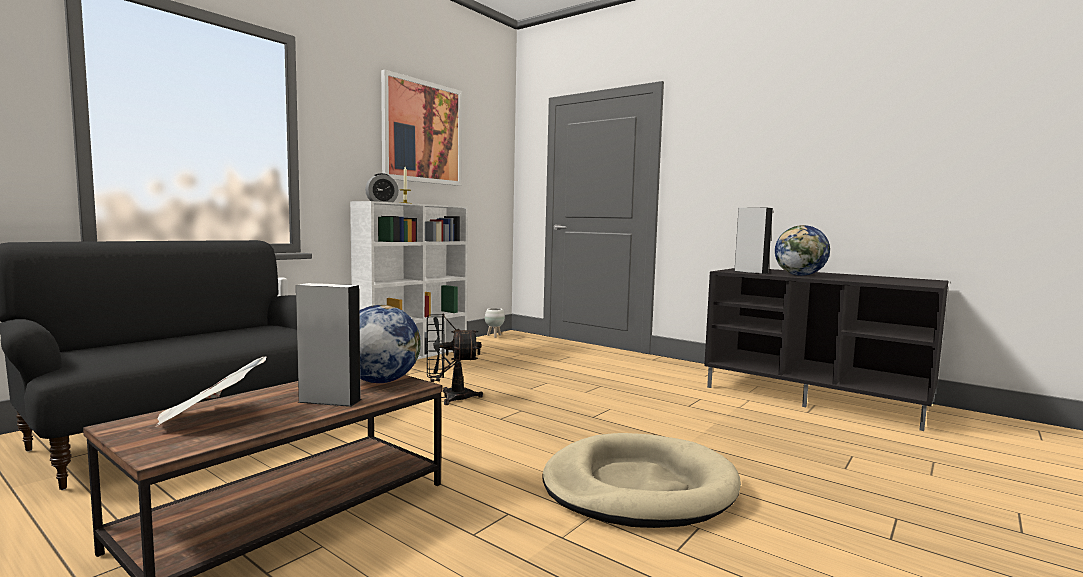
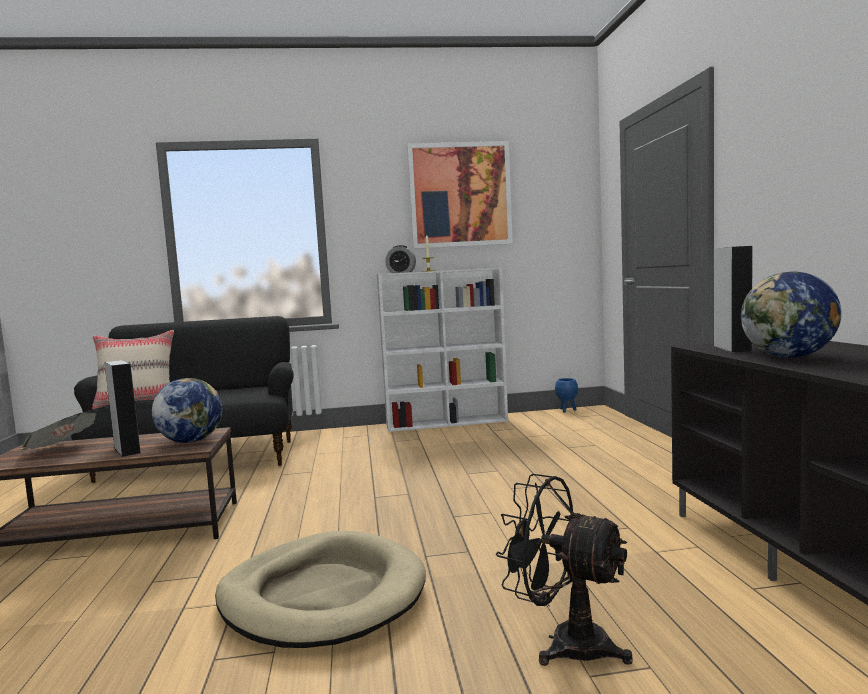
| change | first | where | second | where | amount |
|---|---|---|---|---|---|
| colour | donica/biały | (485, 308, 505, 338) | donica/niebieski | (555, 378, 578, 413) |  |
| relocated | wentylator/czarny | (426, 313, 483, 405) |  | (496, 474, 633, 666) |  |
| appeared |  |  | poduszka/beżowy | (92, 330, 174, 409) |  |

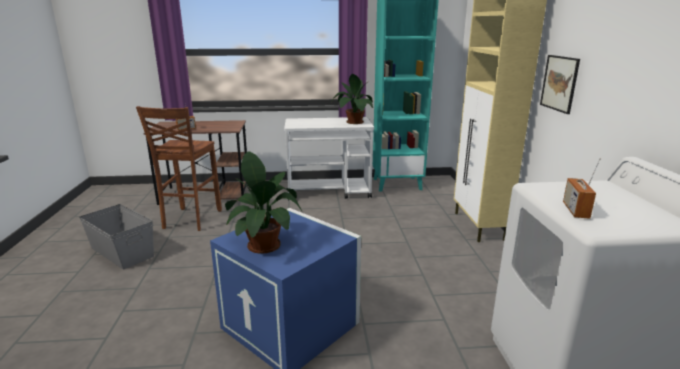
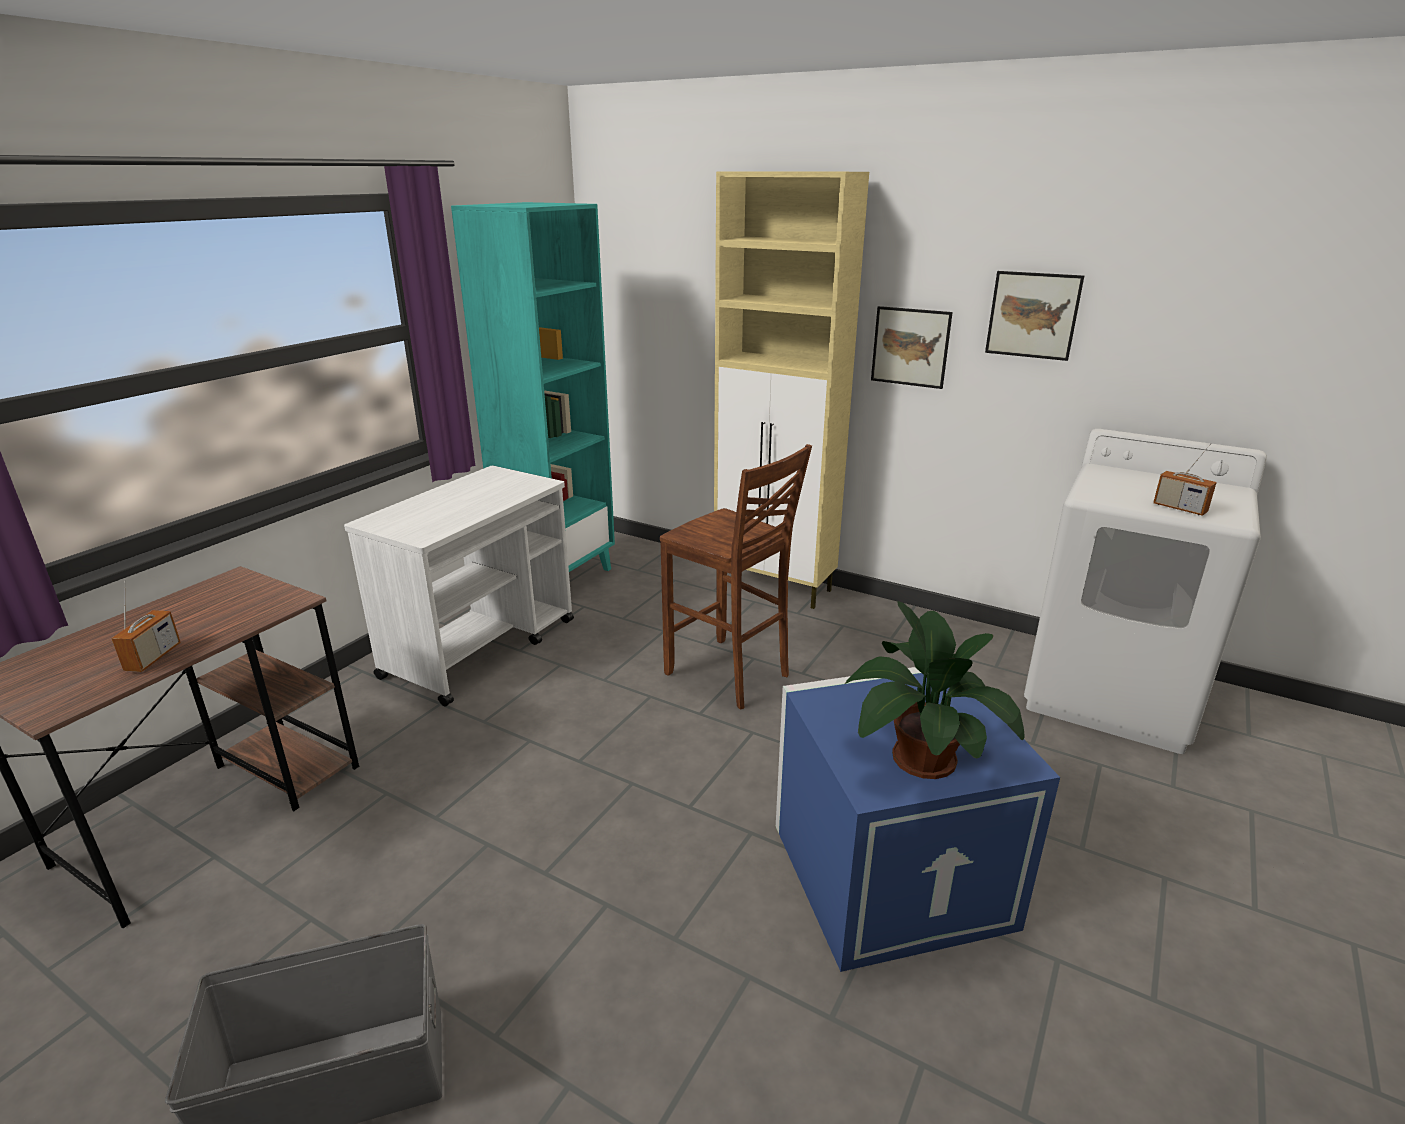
| change | first | where | second | where | amount |
|---|---|---|---|---|---|
| missing | roślina doniczkowa | (332, 74, 373, 124) |  |  |  |
| relocated | stołek/brązowy | (136, 106, 222, 231) |  | (660, 444, 812, 710) |  |
| appeared |  |  | obraz | (985, 271, 1084, 361) |  |

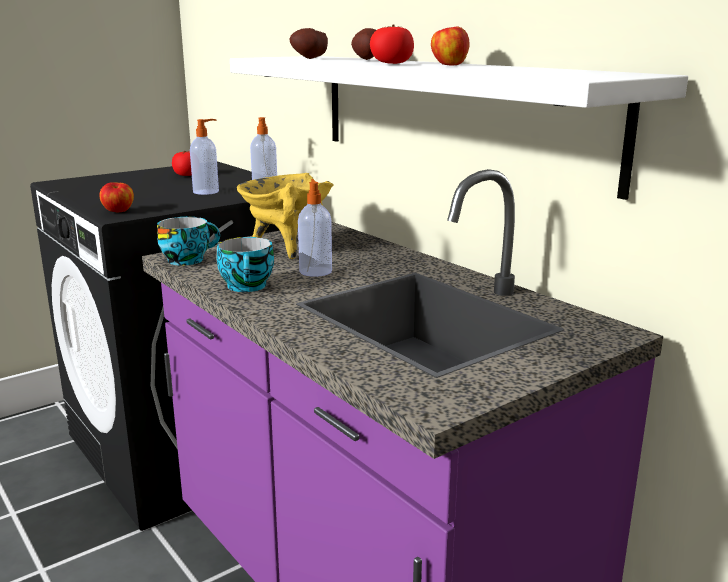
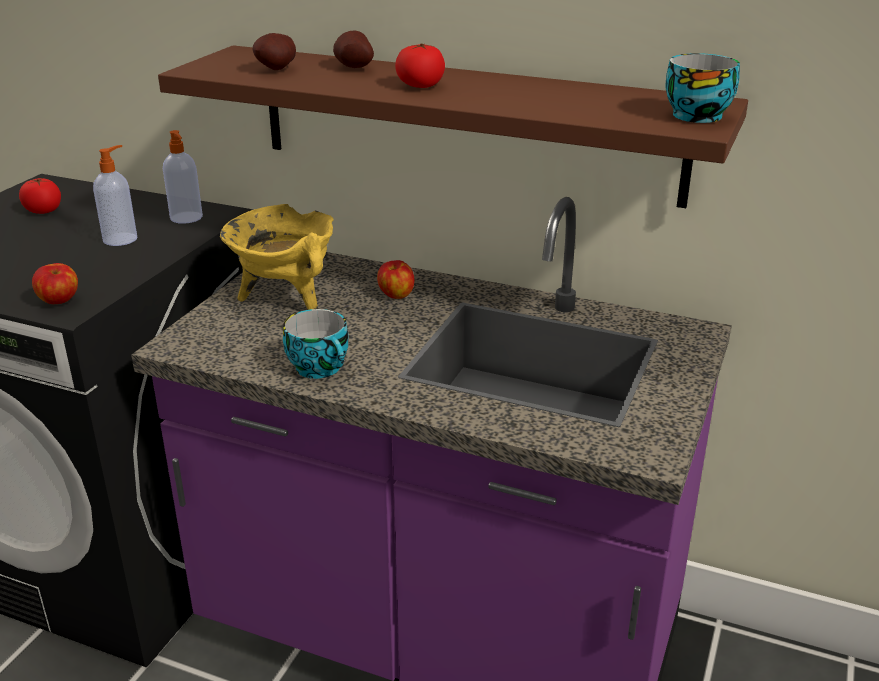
| change | first | where | second | where | amount |
|---|---|---|---|---|---|
| relocated | jabłko | (431, 26, 469, 66) |  | (377, 260, 414, 299) |  |
| colour | półka/biały | (230, 56, 688, 200) | półka/brązowy | (158, 45, 748, 208) |  |
| missing | dozownik mydła | (298, 179, 332, 277) |  |  |  |
| relocated | filiżanka | (157, 217, 220, 266) |  | (665, 53, 740, 123) |  |

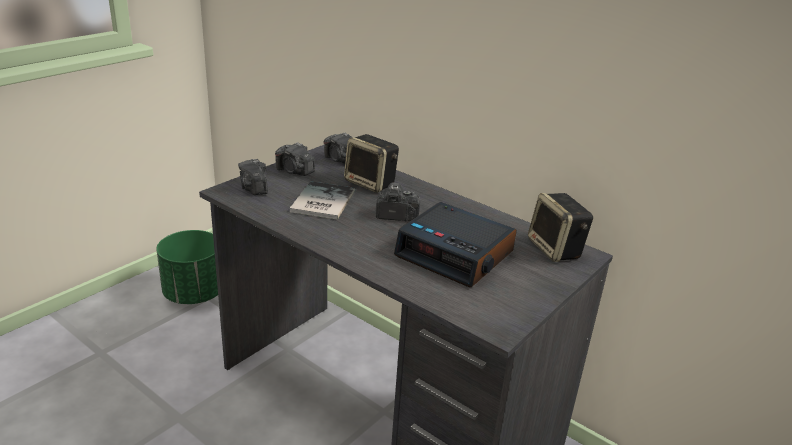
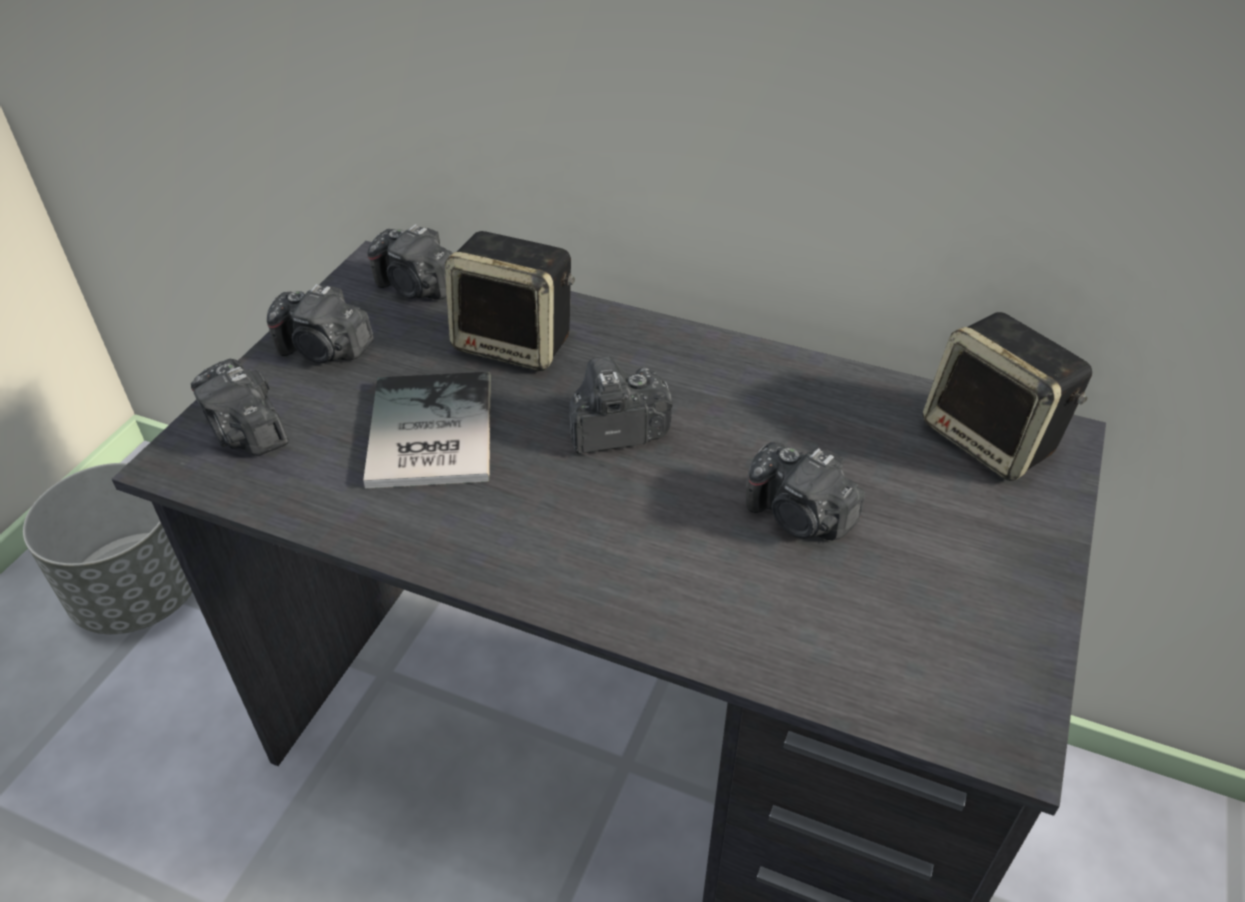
| change | first | where | second | where | amount |
|---|---|---|---|---|---|
| exchanged | budzik | (394, 202, 517, 287) | aparat fotograficzny | (746, 442, 865, 540) |  |
| colour | donica/zielony | (156, 230, 218, 304) | donica/szary | (23, 463, 192, 634) |  |

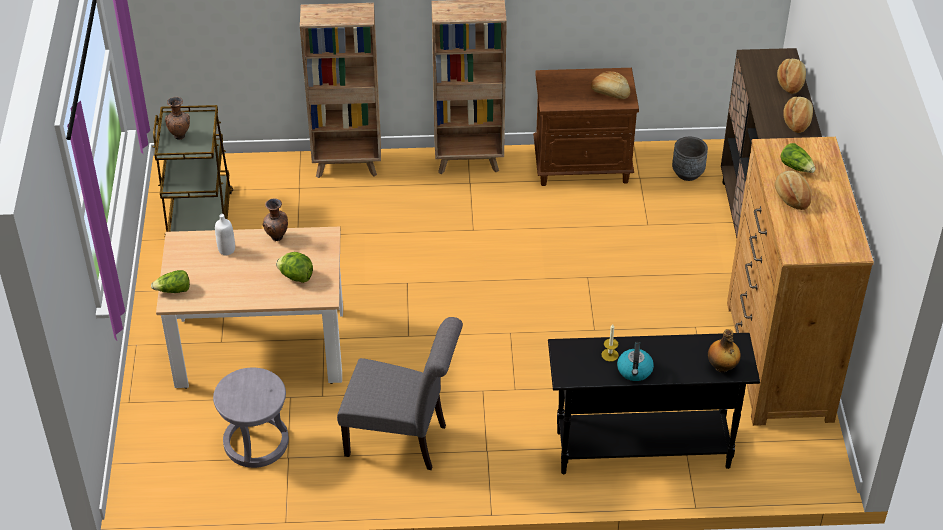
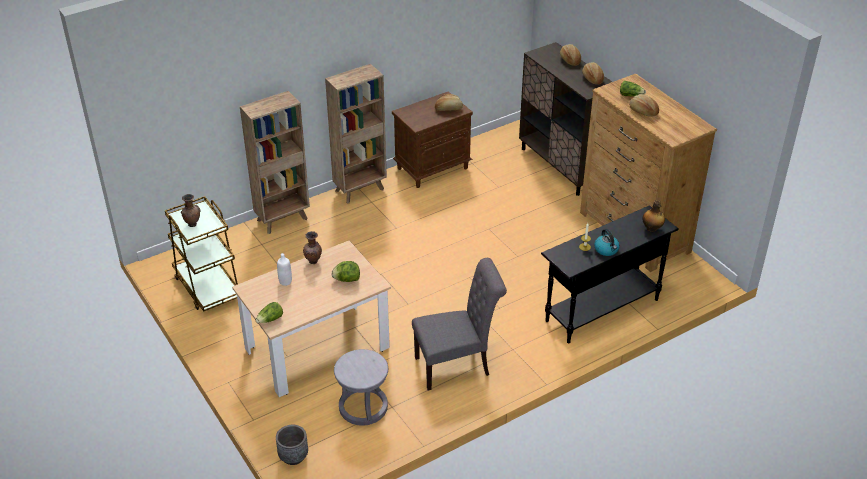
| change | first | where | second | where | amount |
|---|---|---|---|---|---|
| relocated | donica/szary | (672, 137, 708, 181) |  | (276, 425, 308, 465) |  |

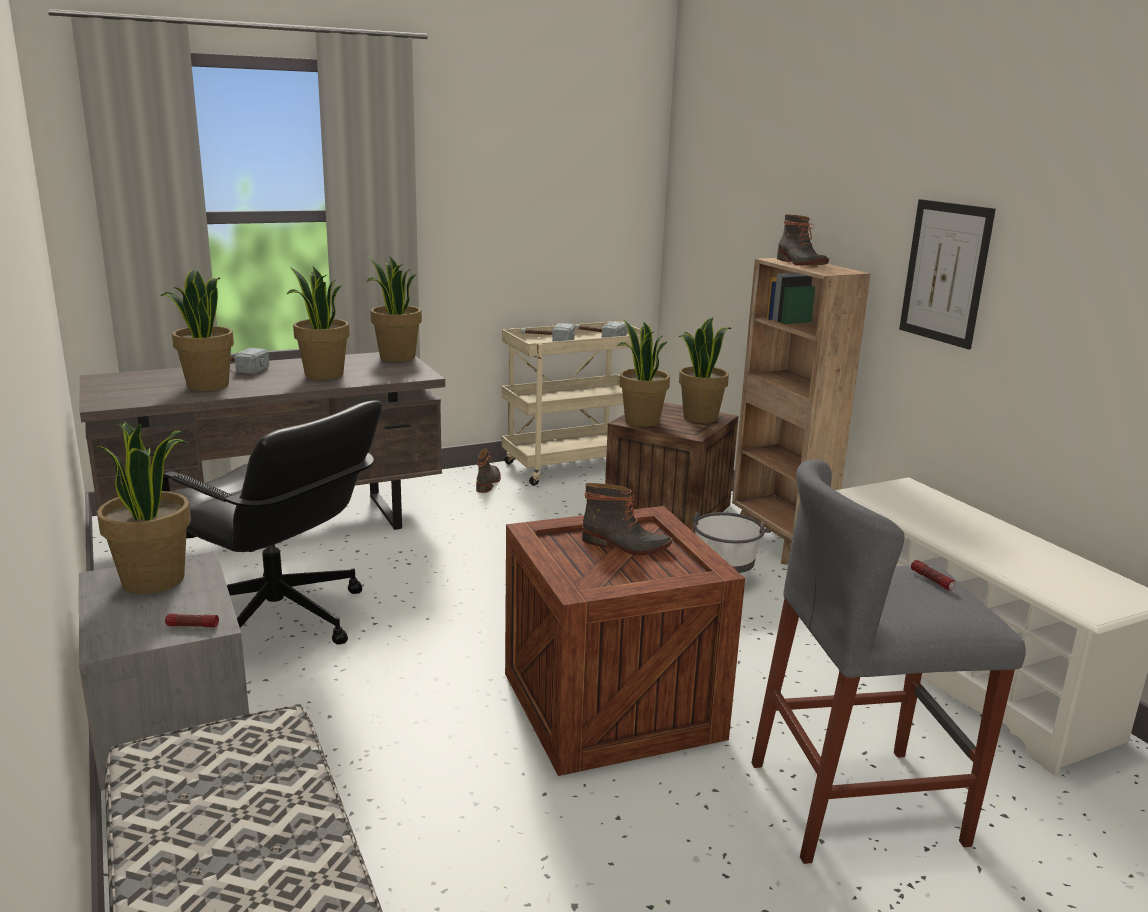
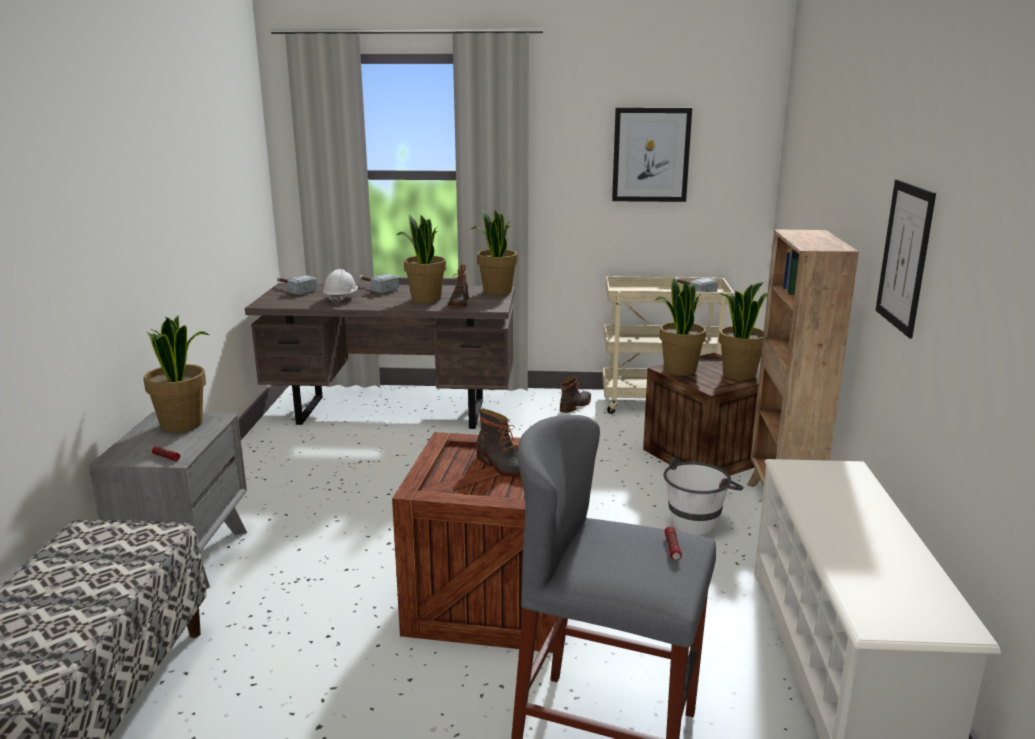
| change | first | where | second | where | amount |
|---|---|---|---|---|---|
| relocated | but z cholewką | (777, 214, 829, 266) |  | (448, 264, 469, 306) |  |
| exchanged | roślina doniczkowa | (160, 269, 234, 391) | kask/biały | (323, 269, 358, 304) |  |
| relocated | młotek | (521, 323, 575, 342) |  | (277, 275, 317, 295) |  |
| missing | krzesło biurowe/czarny | (162, 401, 382, 645) |  |  |  |
| appeared |  |  | obraz | (612, 108, 692, 202) |  |

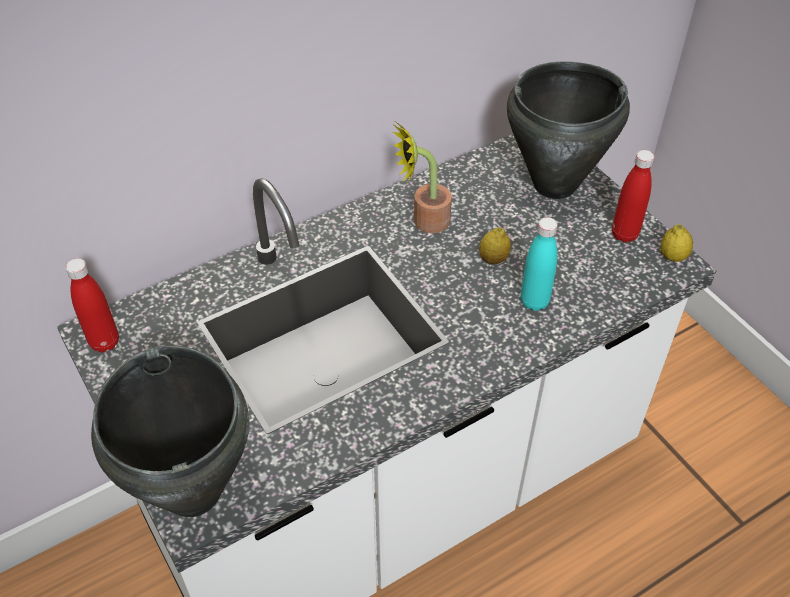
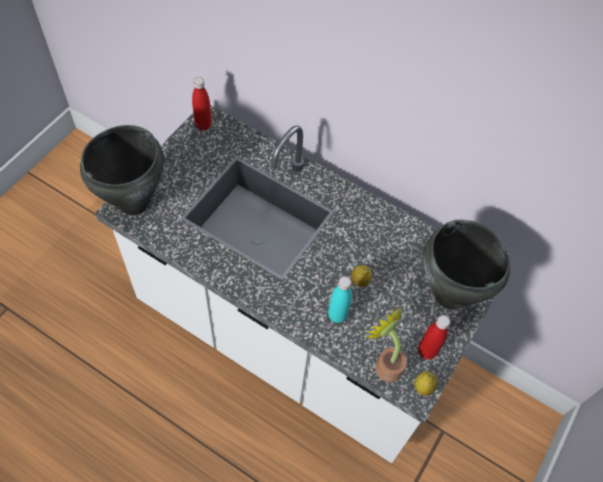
| change | first | where | second | where | amount |
|---|---|---|---|---|---|
| relocated | roślina doniczkowa | (393, 122, 452, 233) |  | (367, 306, 407, 382) |  |

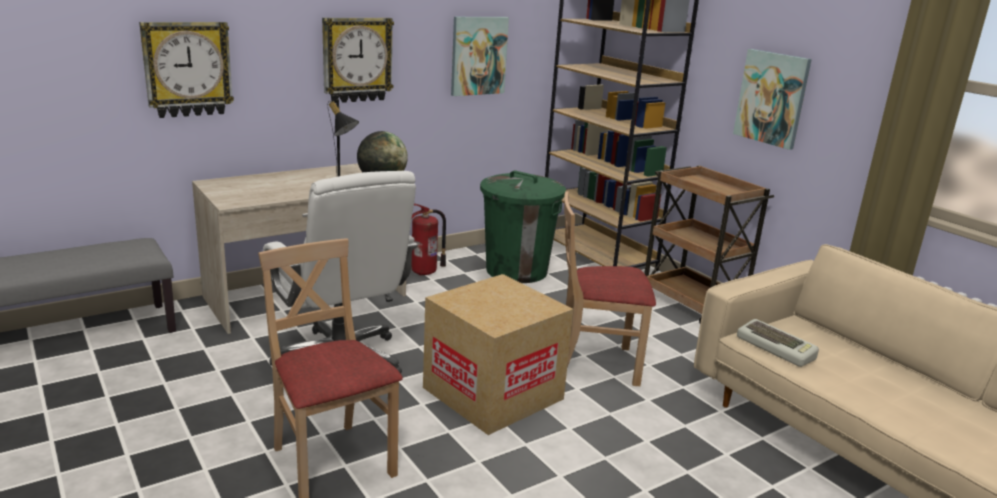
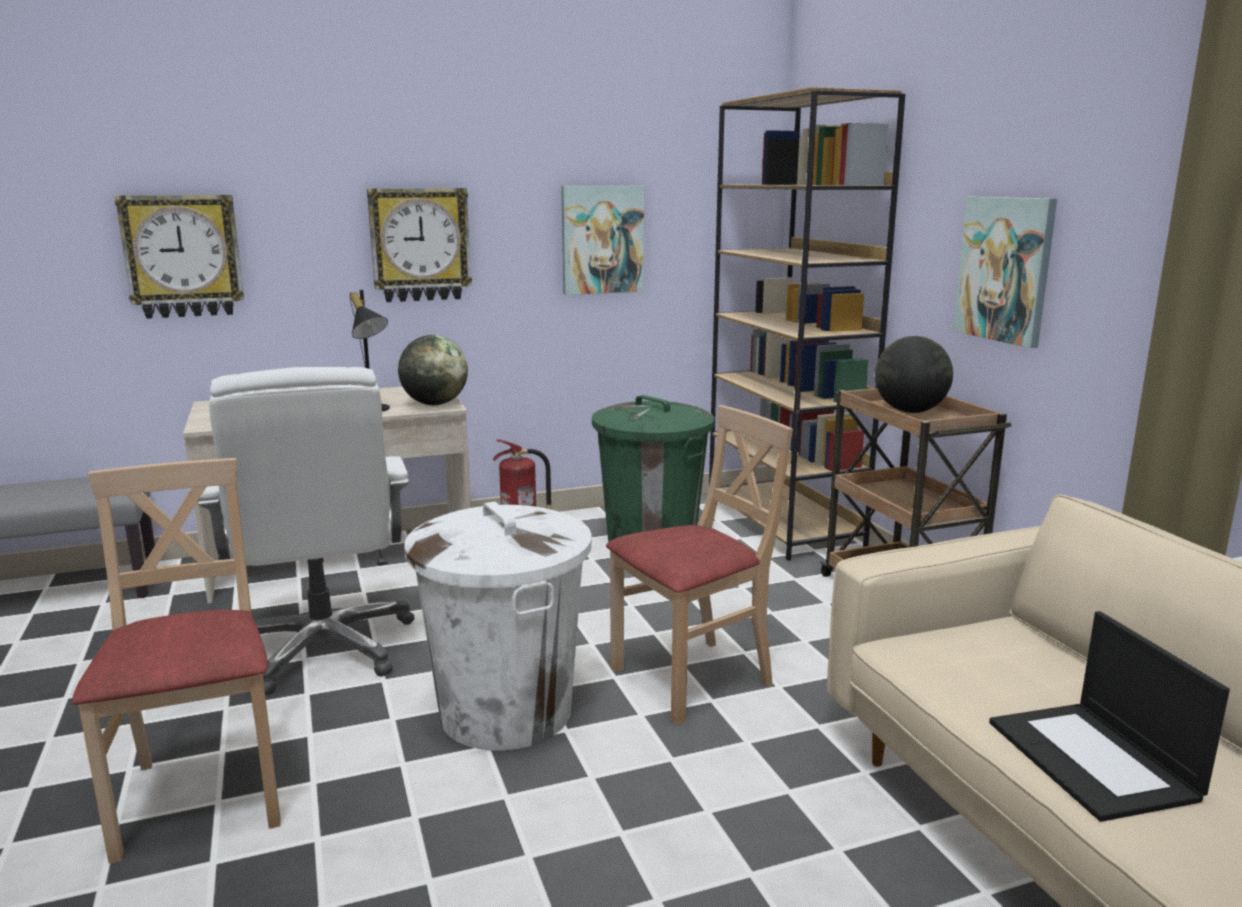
| change | first | where | second | where | amount |
|---|---|---|---|---|---|
| spun | krzesło/beżowy | (564, 192, 656, 386) |  | (606, 405, 793, 725) | 135 degrees clockwise |
| exchanged | karton | (423, 274, 573, 435) | kosz na śmieci/biały | (404, 502, 592, 750) |  |
| missing | klawiatura | (737, 319, 819, 367) |  |  |  |
| appeared |  |  | globus | (875, 336, 953, 413) |  |
| appeared |  |  | laptop | (989, 611, 1230, 822) |  |

